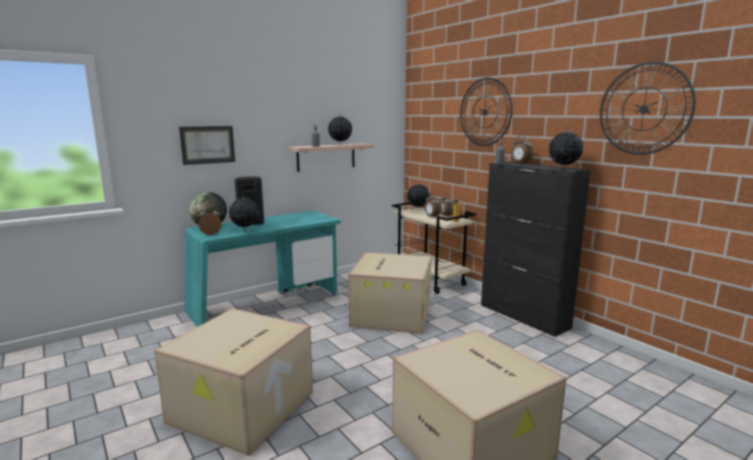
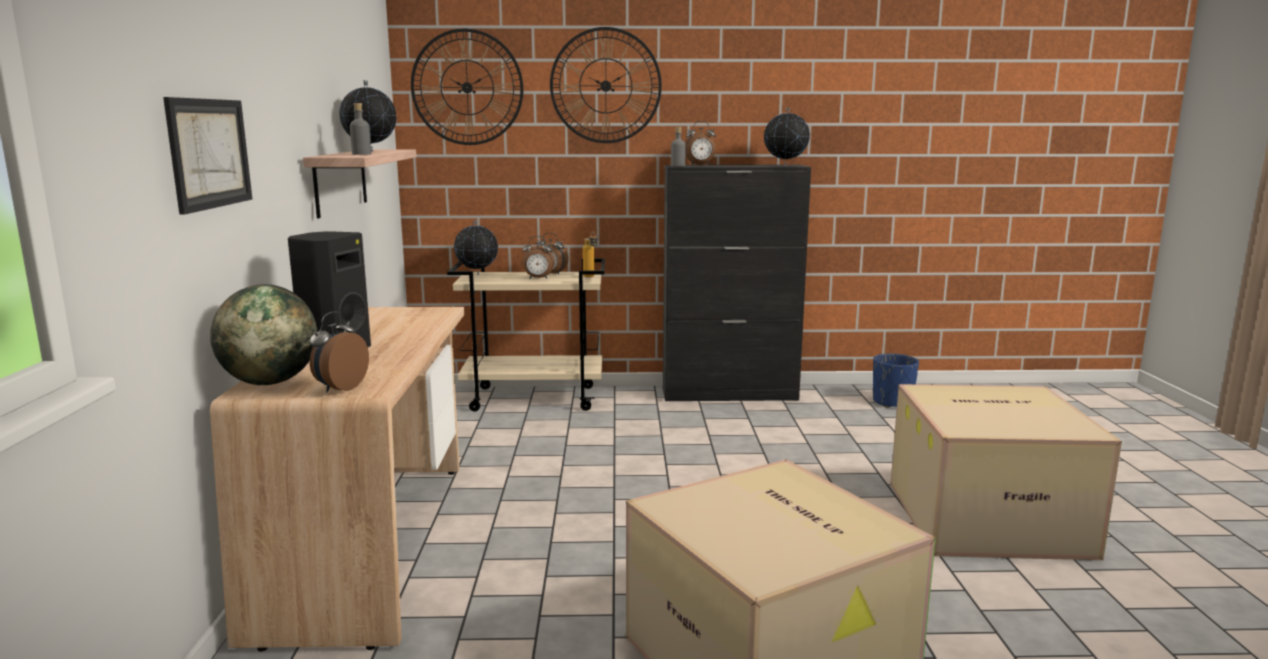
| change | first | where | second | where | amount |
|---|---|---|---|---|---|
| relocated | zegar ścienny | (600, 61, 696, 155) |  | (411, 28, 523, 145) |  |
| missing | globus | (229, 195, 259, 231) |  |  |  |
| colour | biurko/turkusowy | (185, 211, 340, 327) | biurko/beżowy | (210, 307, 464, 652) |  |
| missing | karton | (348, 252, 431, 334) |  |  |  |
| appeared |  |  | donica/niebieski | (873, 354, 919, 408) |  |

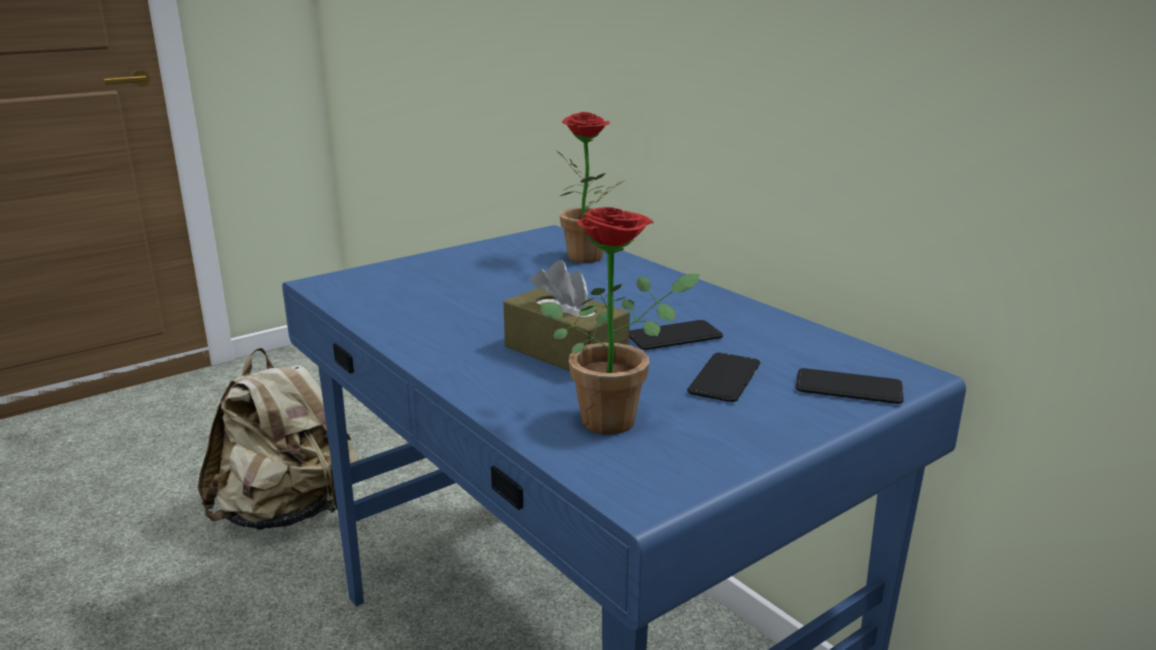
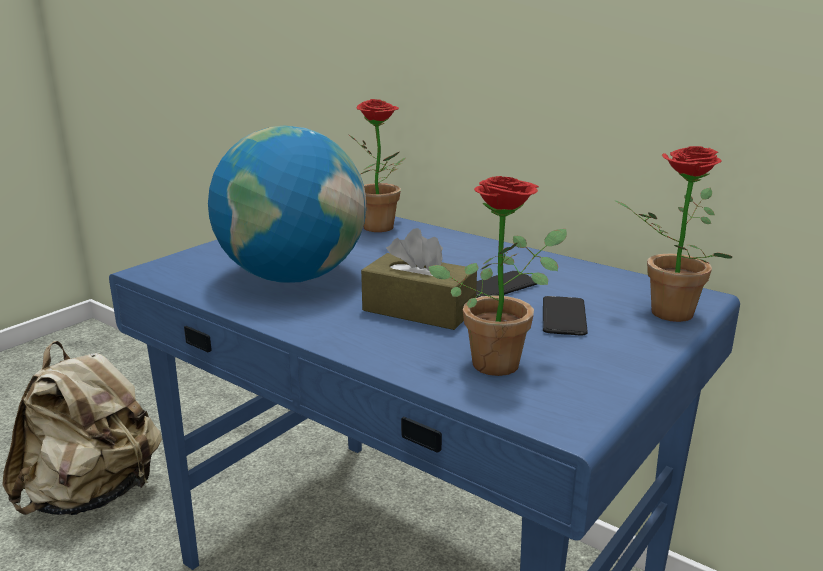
| change | first | where | second | where | amount |
|---|---|---|---|---|---|
| exchanged | telefon | (796, 368, 904, 404) | roślina doniczkowa | (614, 146, 732, 322) |  |
| appeared |  |  | globus | (208, 125, 366, 283) |  |

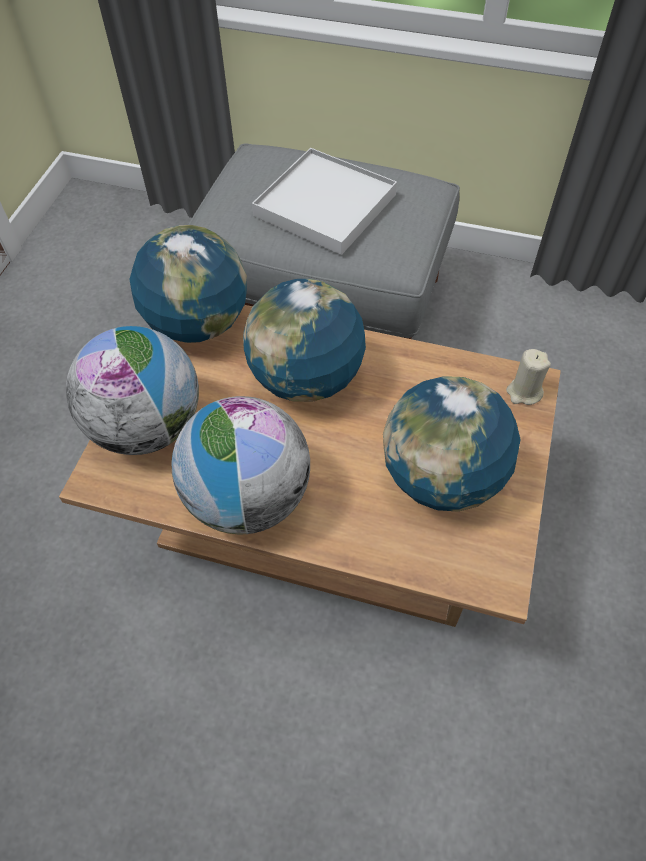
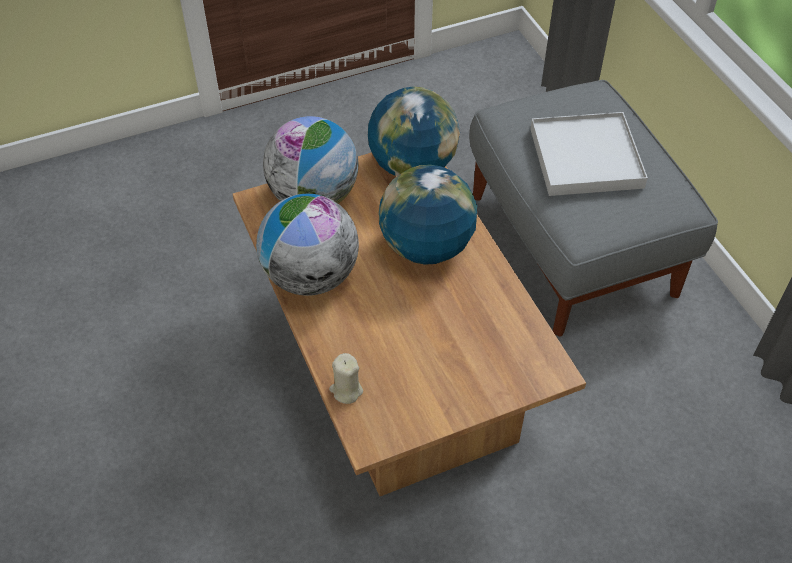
| change | first | where | second | where | amount |
|---|---|---|---|---|---|
| relocated | świeca/beżowy | (506, 349, 551, 405) |  | (329, 353, 363, 404) |  |
| missing | globus | (383, 376, 521, 512) |  |  |  |

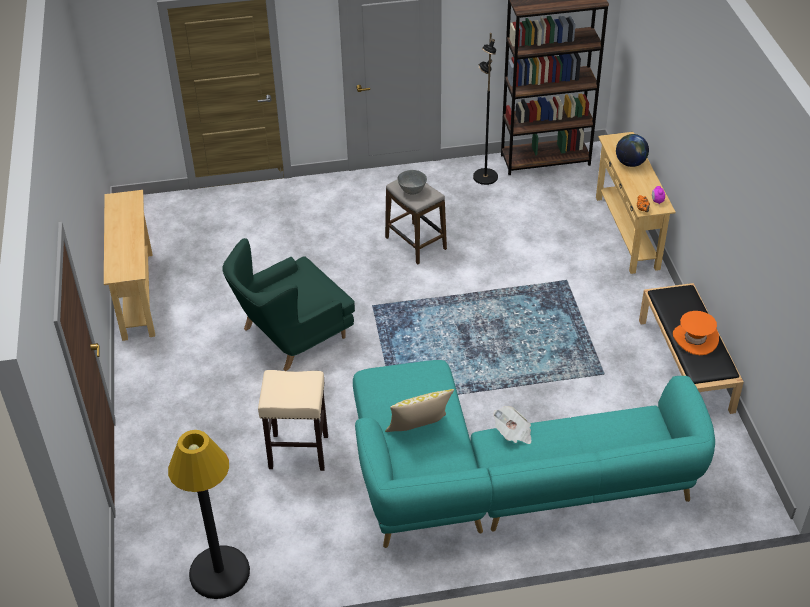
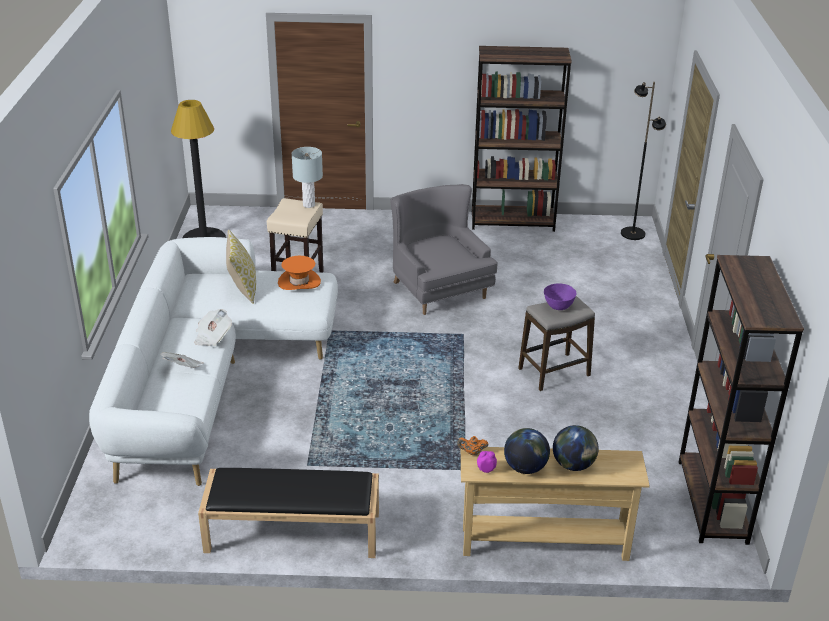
| change | first | where | second | where | amount |
|---|---|---|---|---|---|
| relocated | lampa stojąca/czarny | (473, 33, 498, 185) |  | (621, 82, 666, 240) |  |
| colour | miska/szary | (397, 170, 427, 195) | miska/fioletowy | (544, 283, 577, 310) |  |
| exchanged | stolik konsolowy/beżowy | (104, 190, 155, 341) | regał/brązowy | (472, 46, 572, 232) |  |
| colour | fotel/zielony | (222, 238, 355, 371) | fotel/szary | (390, 184, 498, 315) |  |
| relocated | kapelusz/pomarańczowy | (673, 311, 719, 355) |  | (278, 256, 321, 290) |  |
| colour | kanapa/turkusowy | (353, 360, 715, 548) | kanapa/biały | (89, 237, 338, 486) |  |
| appeared |  |  | lampa stołowa/szary | (292, 147, 323, 208) |  |
| appeared |  |  | gazeta | (160, 352, 203, 368) |  |
| appeared |  |  | globus | (504, 428, 550, 474) |  |

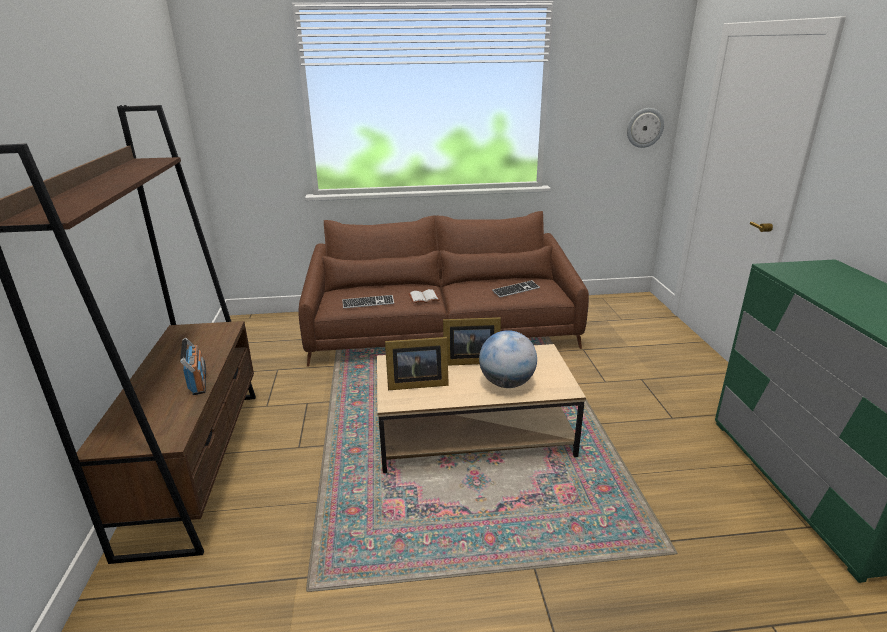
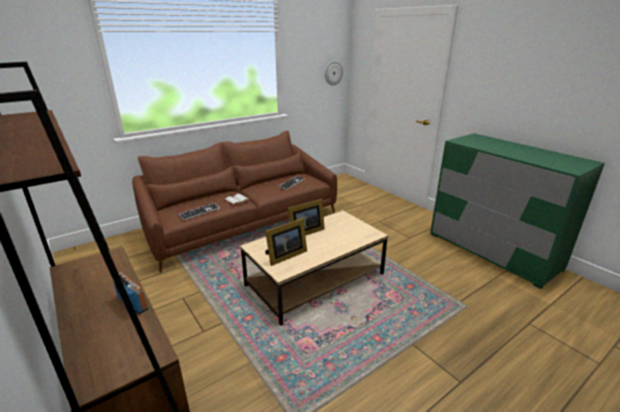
| change | first | where | second | where | amount |
|---|---|---|---|---|---|
| missing | globus | (479, 330, 537, 388) |  |  |  |

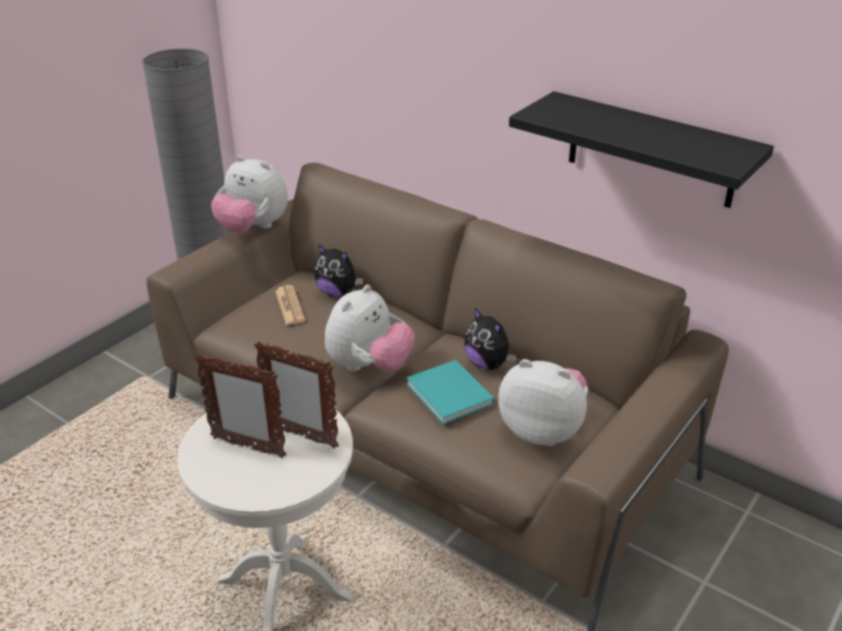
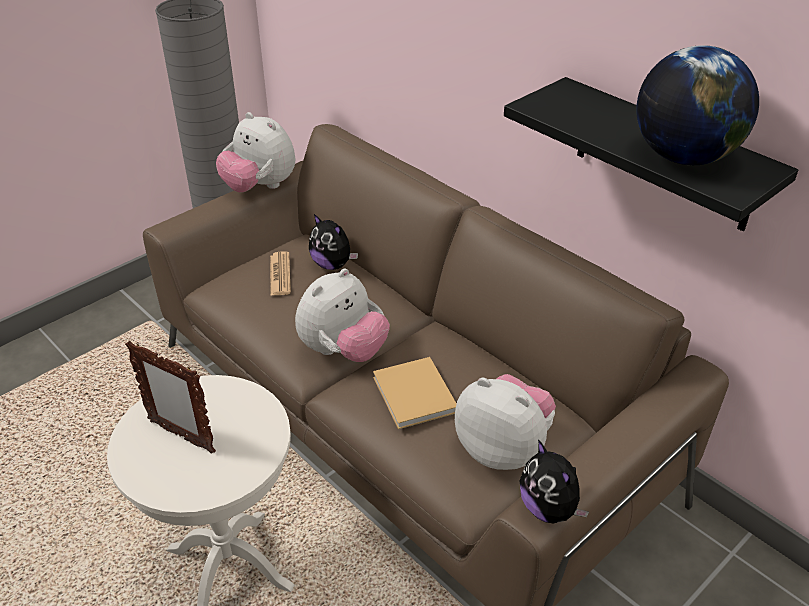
| change | first | where | second | where | amount |
|---|---|---|---|---|---|
| relocated | pluszak | (464, 308, 517, 370) |  | (520, 439, 589, 523) |  |
| missing | ramka na zdjęcie | (254, 341, 339, 448) |  |  |  |
| colour | książka/turkusowy | (406, 360, 494, 424) | książka/beżowy | (373, 357, 457, 429) |  |
| appeared |  |  | globus | (636, 45, 759, 165) |  |

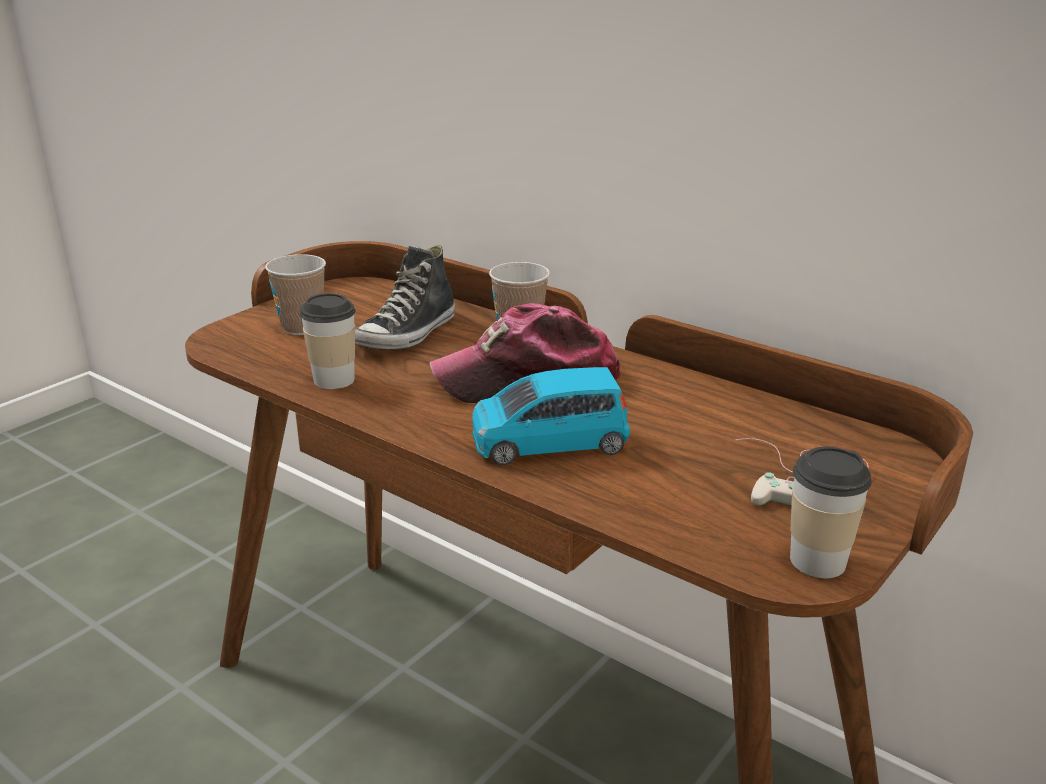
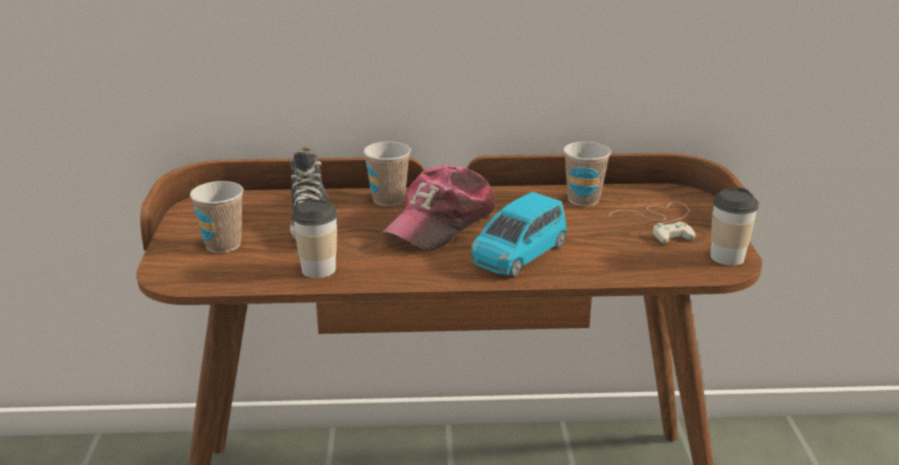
| change | first | where | second | where | amount |
|---|---|---|---|---|---|
| appeared |  |  | filiżanka | (563, 142, 611, 206) |  |

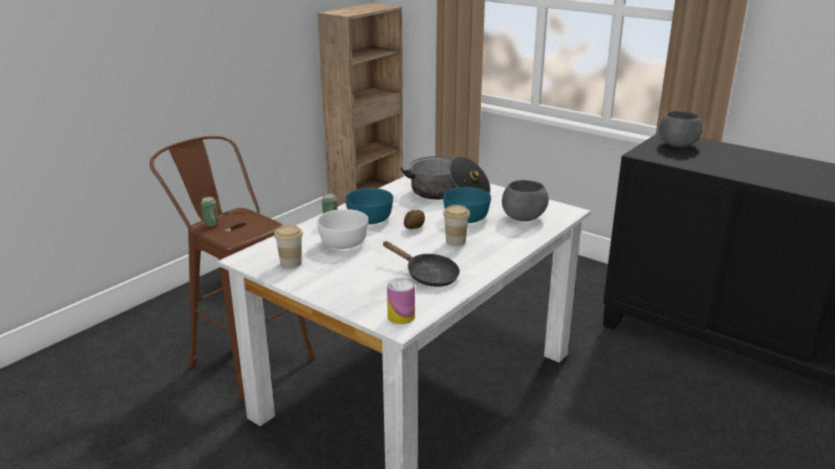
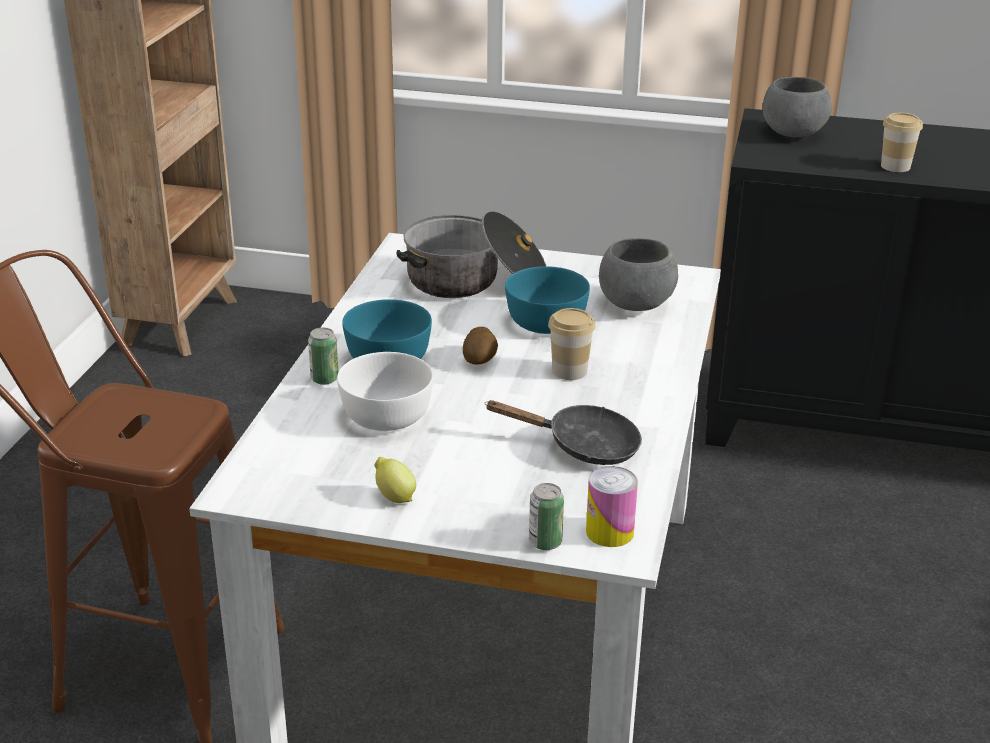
| change | first | where | second | where | amount |
|---|---|---|---|---|---|
| relocated | puszka | (201, 197, 219, 226) |  | (529, 483, 564, 550) |  |
| relocated | filiżanka | (274, 225, 303, 268) |  | (881, 113, 923, 172) |  |
| appeared |  |  | cytryna | (375, 457, 416, 503) |  |

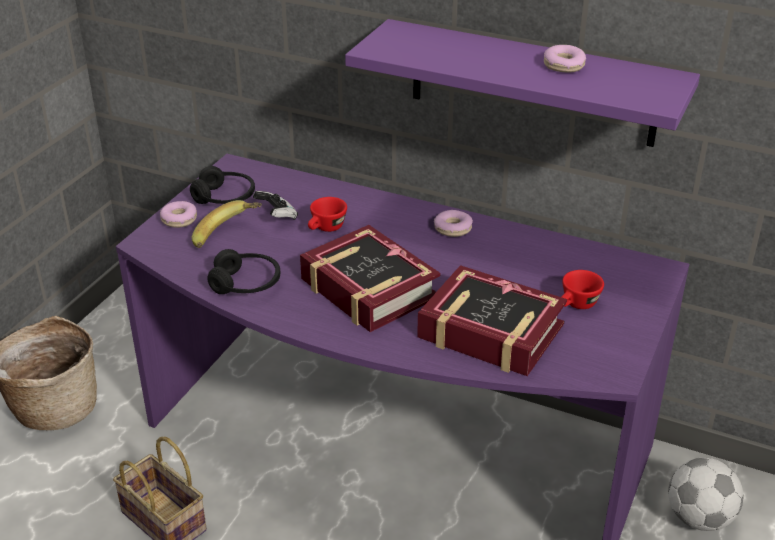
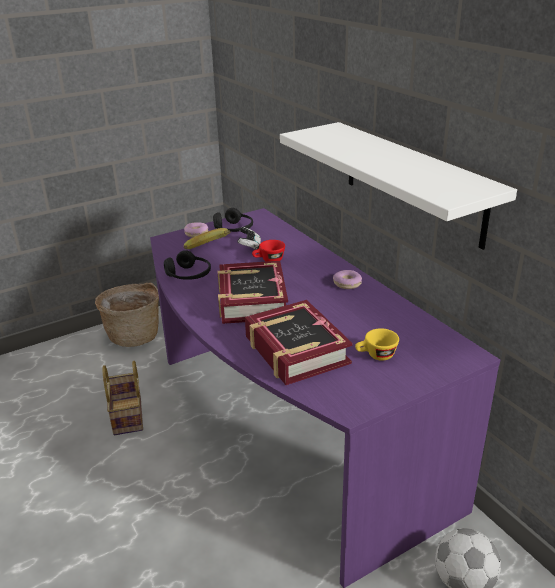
| change | first | where | second | where | amount |
|---|---|---|---|---|---|
| colour | półka/fioletowy | (345, 19, 700, 147) | półka/biały | (280, 122, 517, 250) |  |
| missing | donut | (544, 45, 586, 73) |  |  |  |
| colour | filiżanka/czerwony | (562, 270, 604, 309) | filiżanka/żółty | (355, 328, 399, 361) |  |

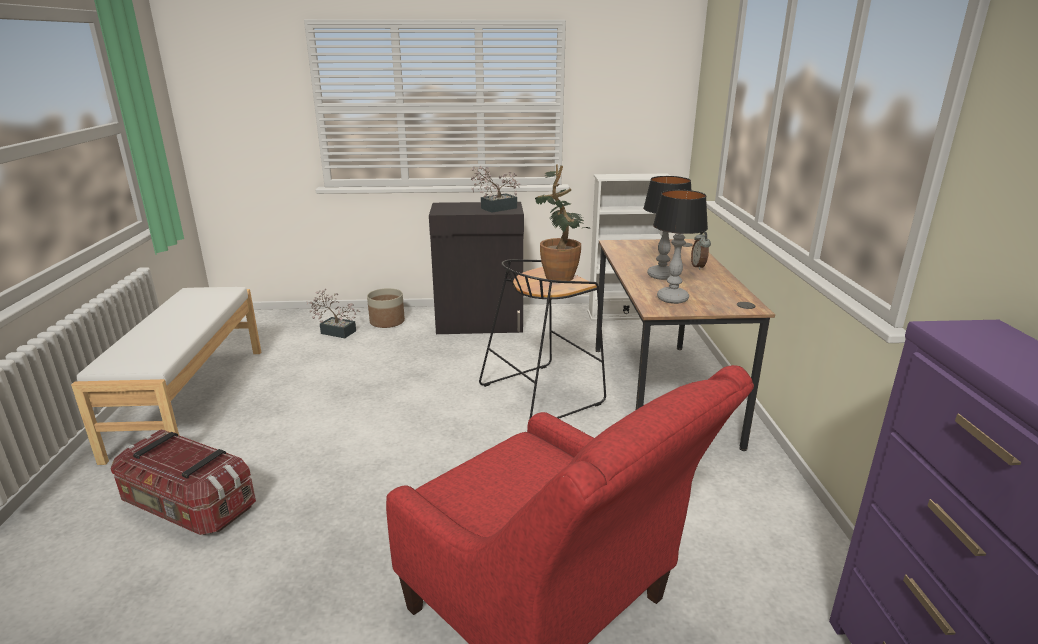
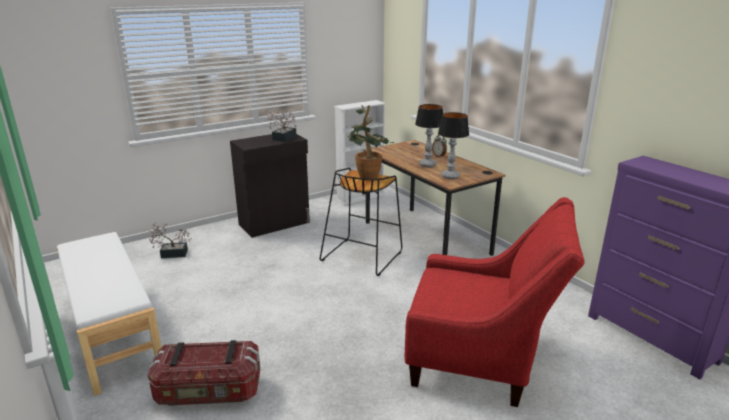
| change | first | where | second | where | amount |
|---|---|---|---|---|---|
| missing | donica | (367, 288, 405, 328) |  |  |  |

